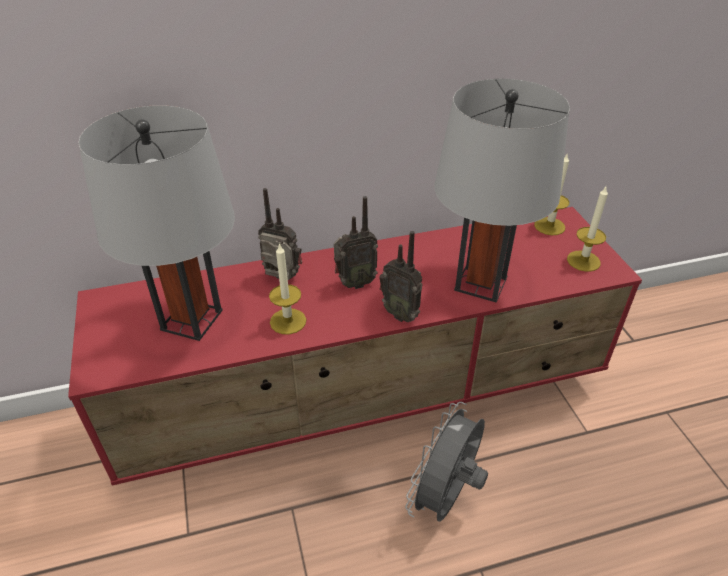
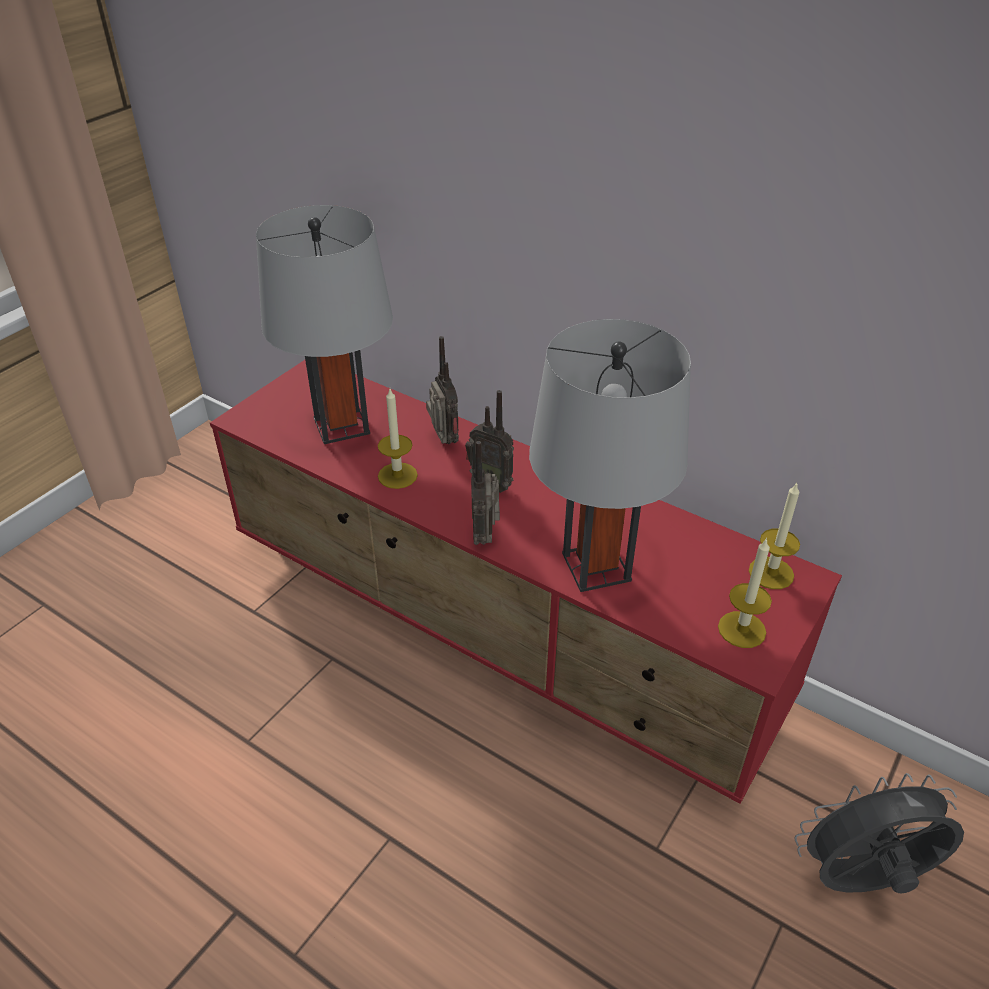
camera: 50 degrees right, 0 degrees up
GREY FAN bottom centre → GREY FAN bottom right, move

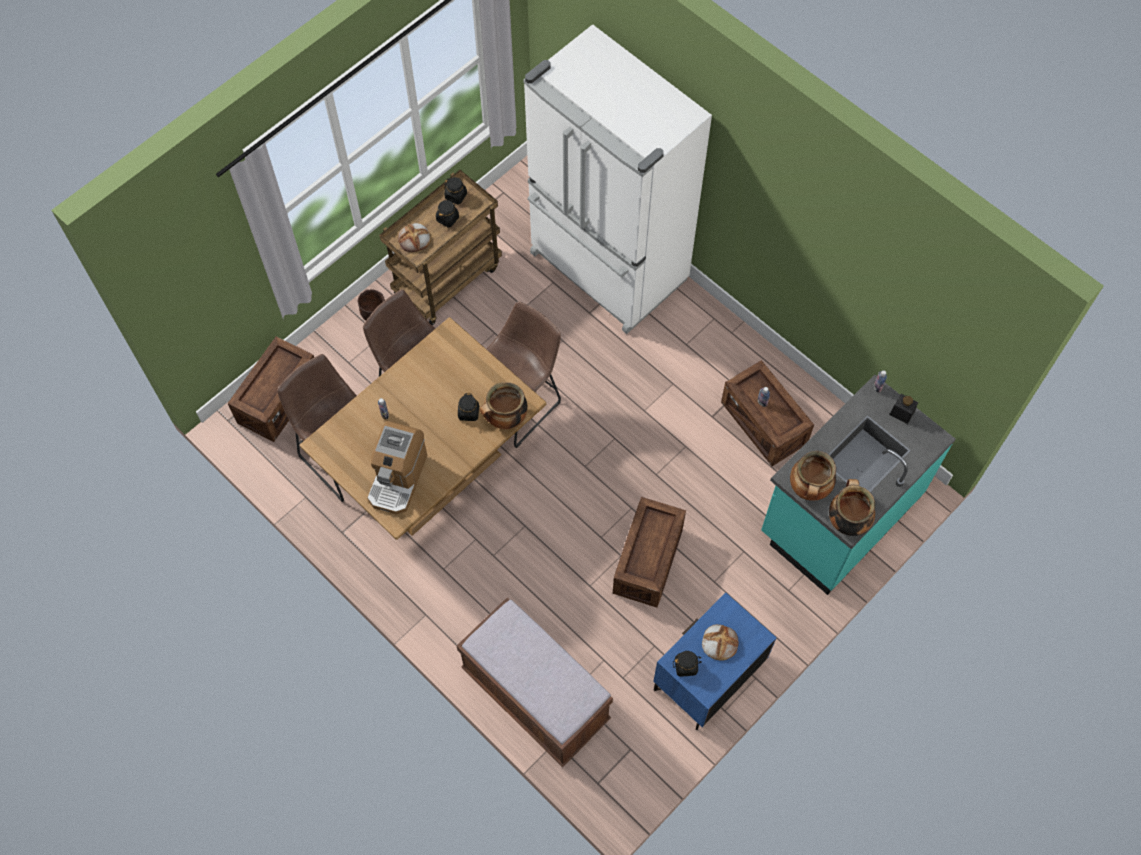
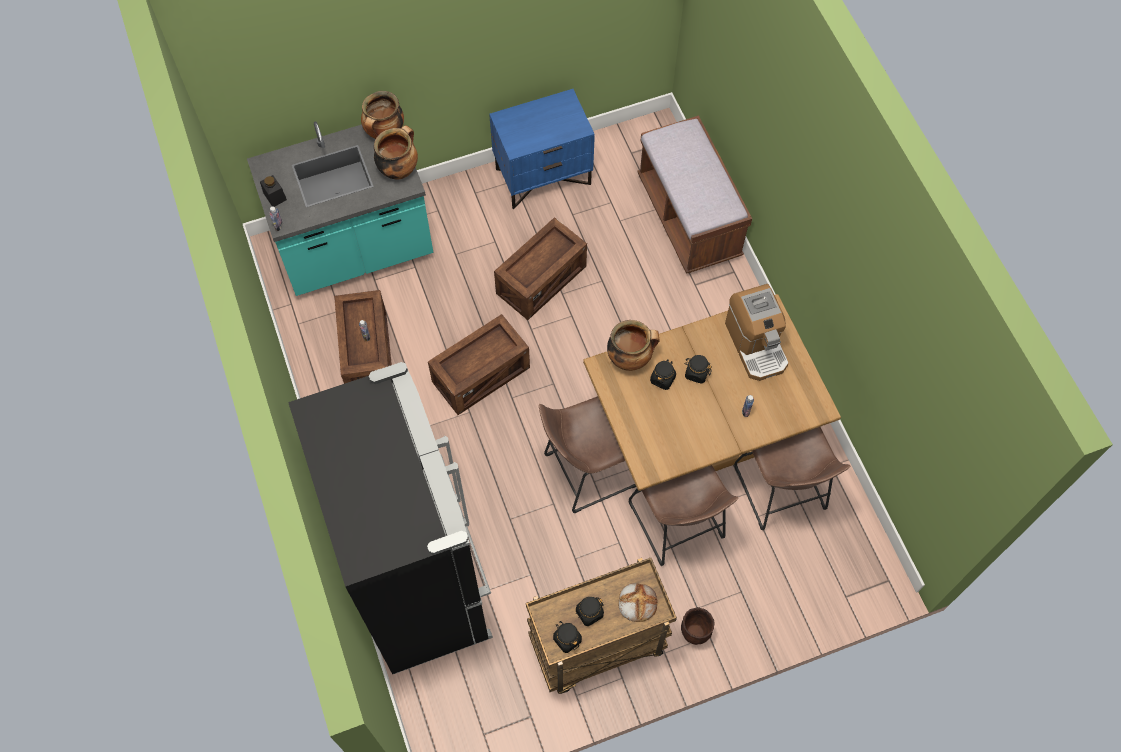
camera: 155 degrees left, 0 degrees up
WHITE FRIDGE top centre → BLACK FRIDGE bottom centre
CRATE (1st from left in the first image) middle left → CRATE (2nd from left) centre, move
COFFEE MACHINE centre → COFFEE MACHINE middle right, 120 degrees clockwise
BREAD (2nd from left) bottom centre → -
BLACK JAR (4th from left in the first image) bottom centre → BLACK JAR (5th from left) centre, move

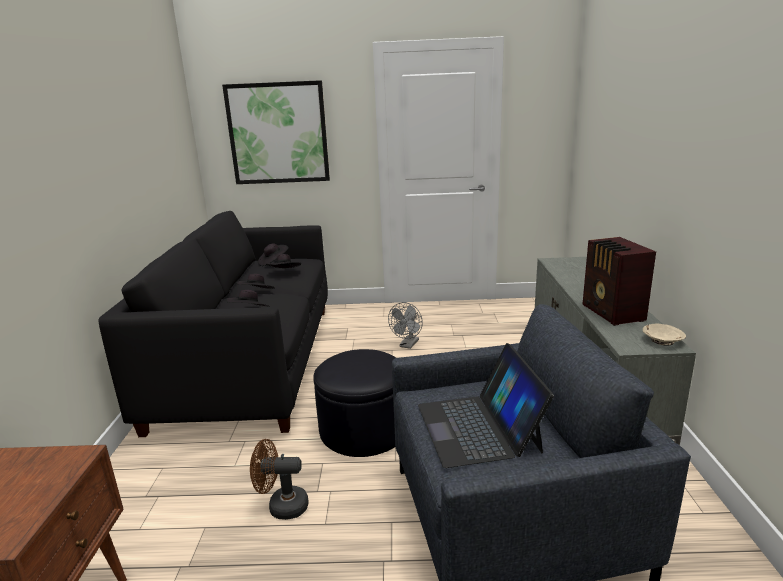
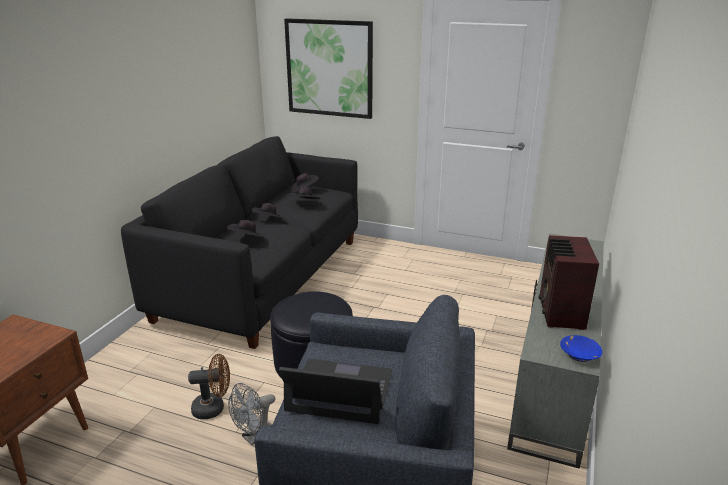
camera: 20 degrees right, 5 degrees up
GREY FAN centre → GREY FAN bottom centre, move
BEIGE BOWL middle right → BLUE BOWL bottom right
LAPTOP bottom centre, 90 degrees clockwise
BROWN FAN bottom centre → BROWN FAN bottom left, 150 degrees clockwise

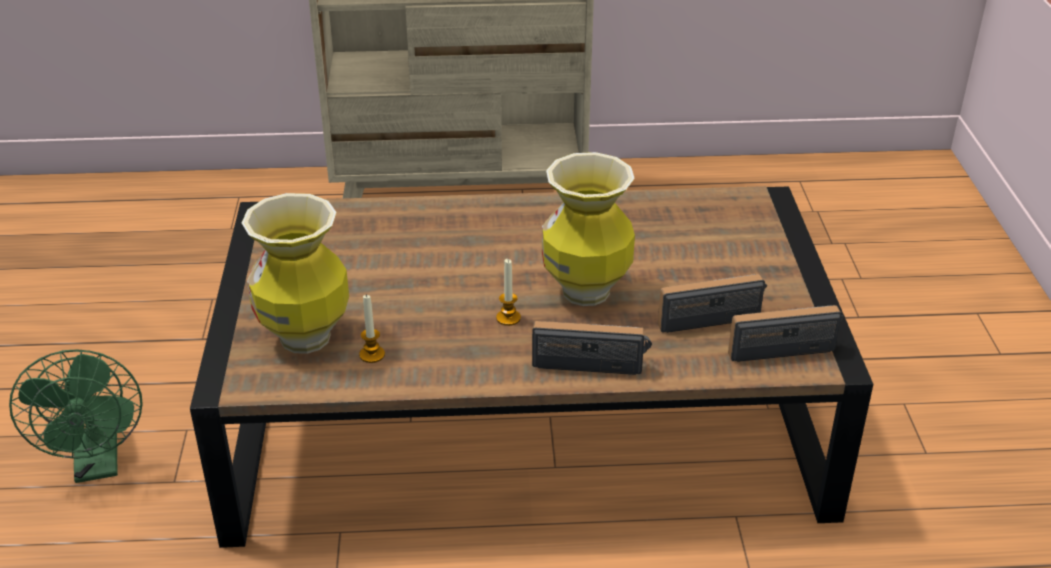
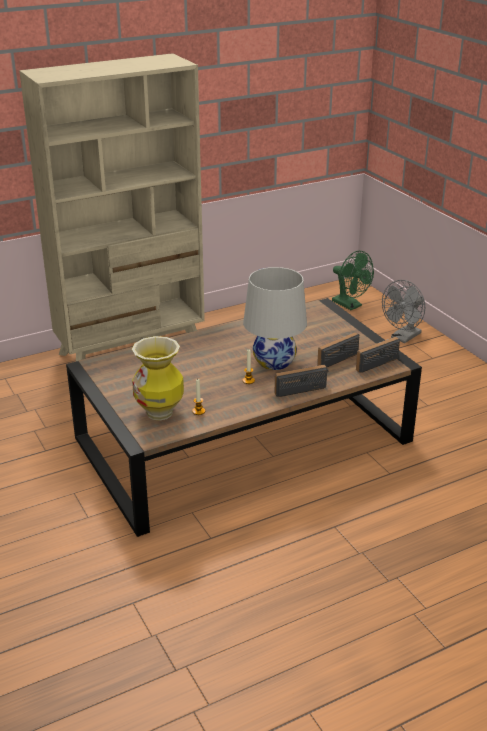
camera: 25 degrees left, 5 degrees down
VASE (2nd from left) centre → WHITE TABLE LAMP centre
GREEN FAN bottom left → GREEN FAN middle right, move
- → GREY FAN middle right

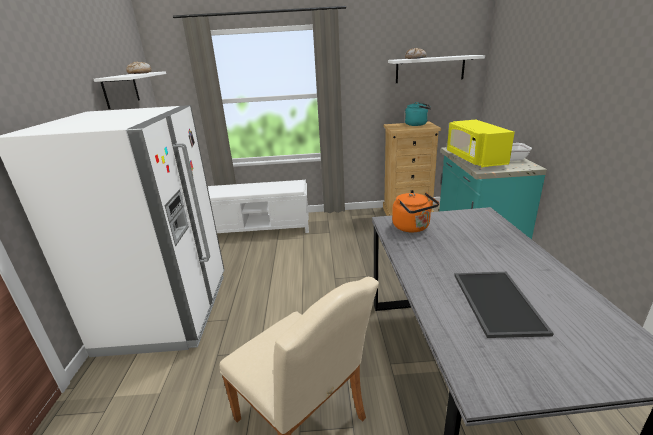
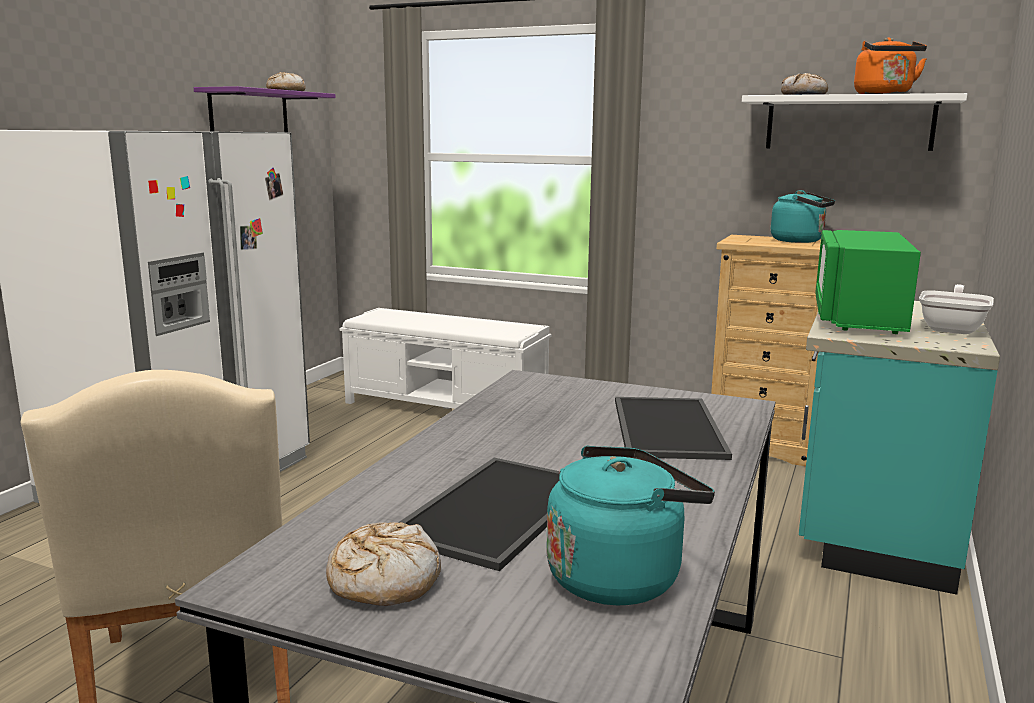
camera: 25 degrees right, 10 degrees down
WHITE SHELF (1st from left) top left → PURPLE SHELF top left
YELLOW MICROWAVE top right → GREEN MICROWAVE middle right
ORANGE KETTLE centre → ORANGE KETTLE top right, move
- → TRAY (2nd from left) centre
- → TURQUOISE KETTLE (1st from left) bottom centre
- → BREAD (2nd from left) bottom centre

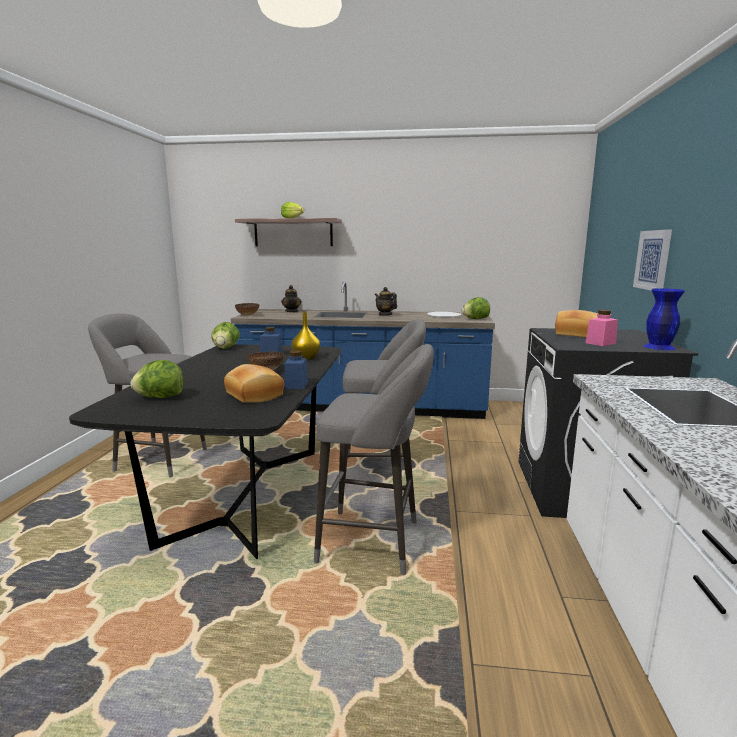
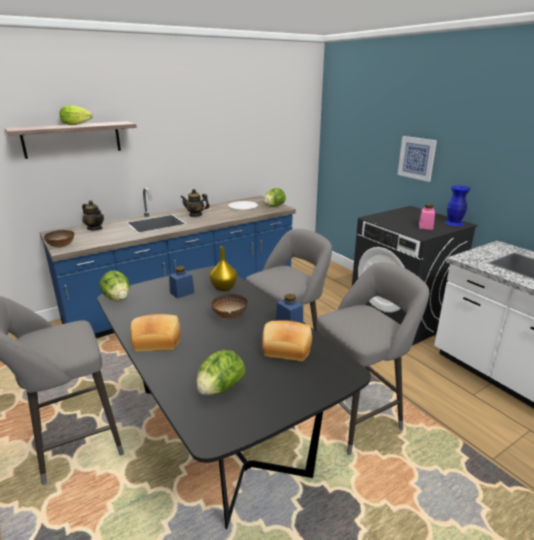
camera: 40 degrees left, 10 degrees up
BREAD (2nd from left in the first image) middle right → BREAD (1st from left) middle left, move

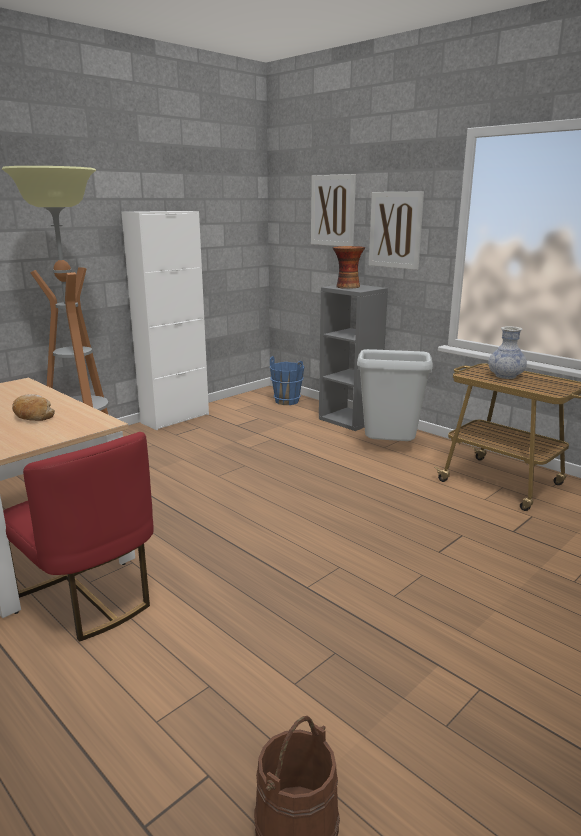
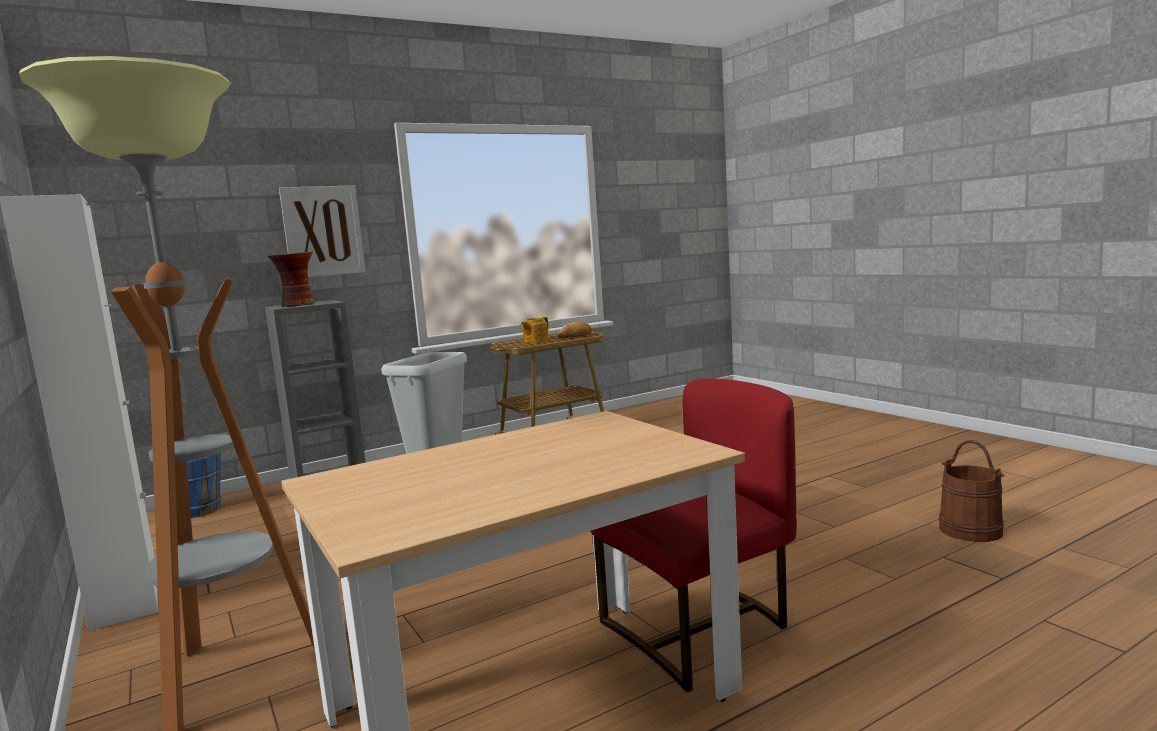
camera: 75 degrees left, 10 degrees down
PICTURE (1st from left) top centre → -
VASE (2nd from left) middle right → TEAPOT centre
BREAD middle left → BREAD centre, move

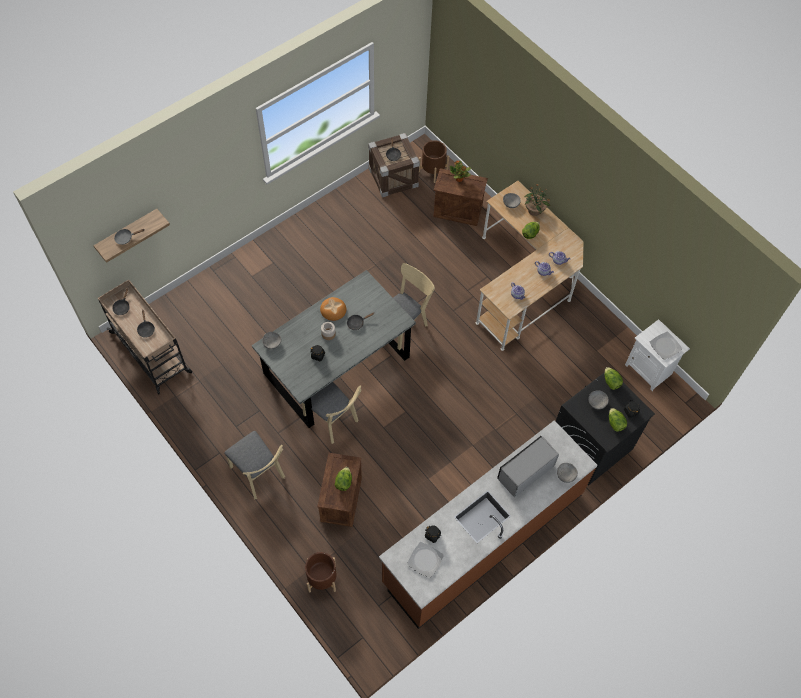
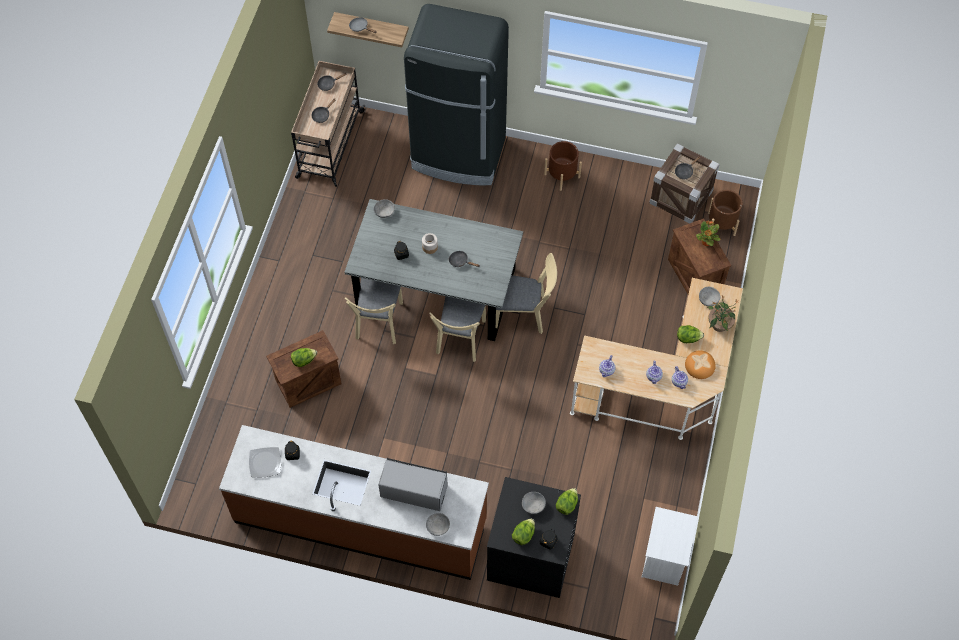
camera: 55 degrees right, 0 degrees up
BREAD centre → BREAD middle right, move
PLATE (2nd from left) middle right → -
BEIGE CHAIR (1st from left in the first image) middle left → BEIGE CHAIR (2nd from left) centre, move
BROWN PLANTER (1st from left) bottom centre → BROWN PLANTER (1st from left) top centre, move
- → BLACK FRIDGE top centre

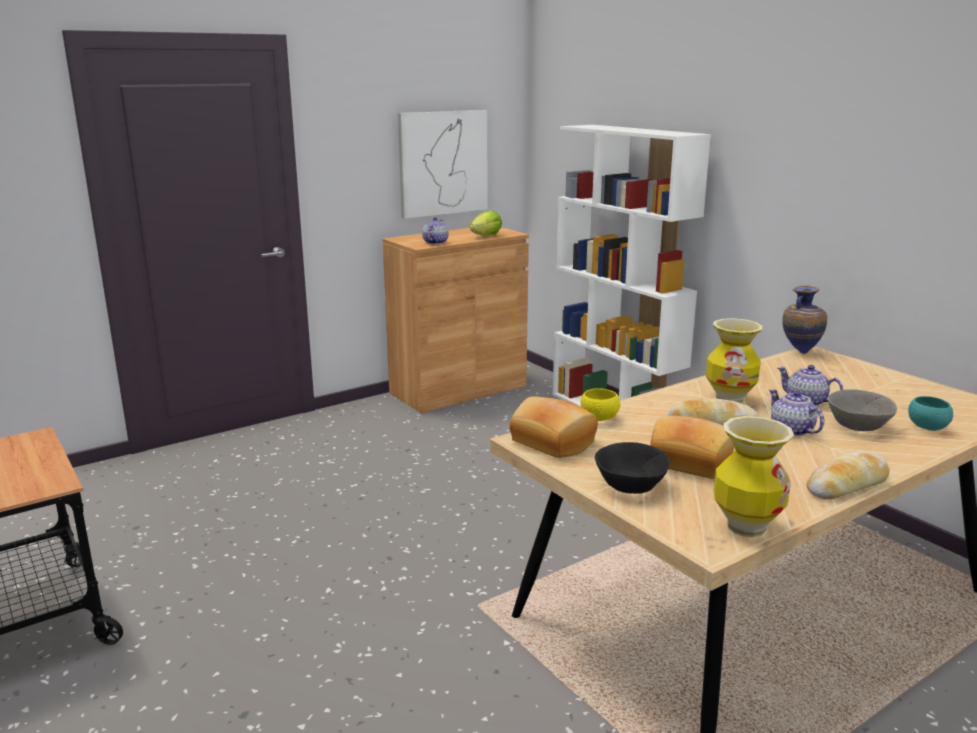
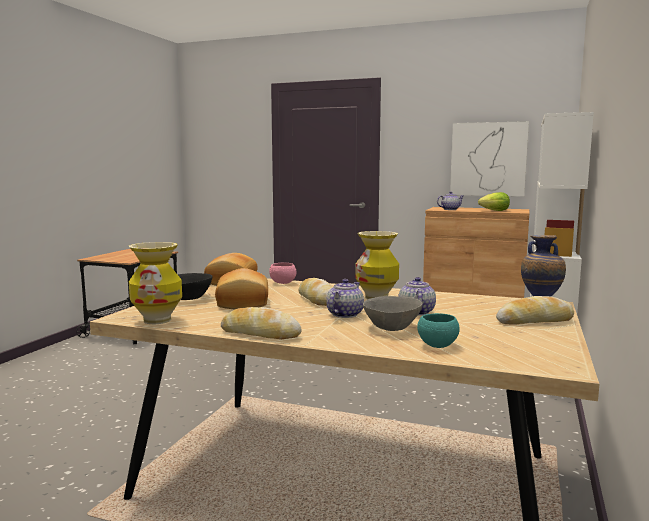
camera: 55 degrees right, 10 degrees down
YELLOW BOWL centre → PINK BOWL centre
- → BREAD (5th from left) middle right

